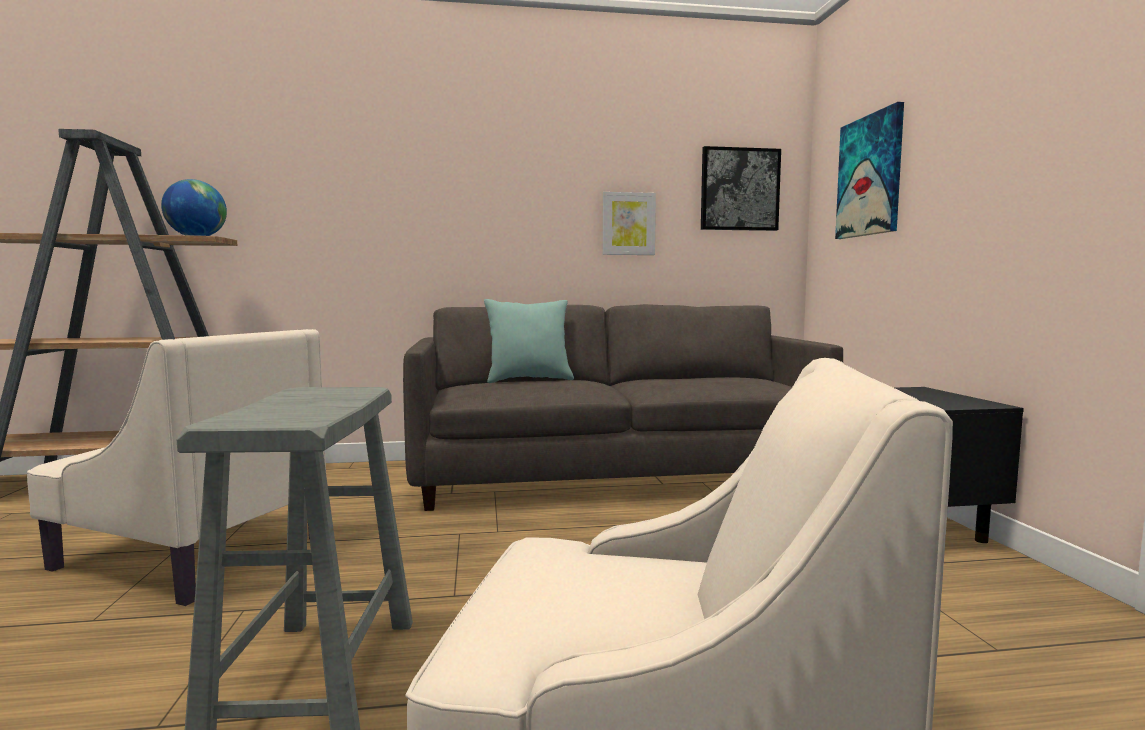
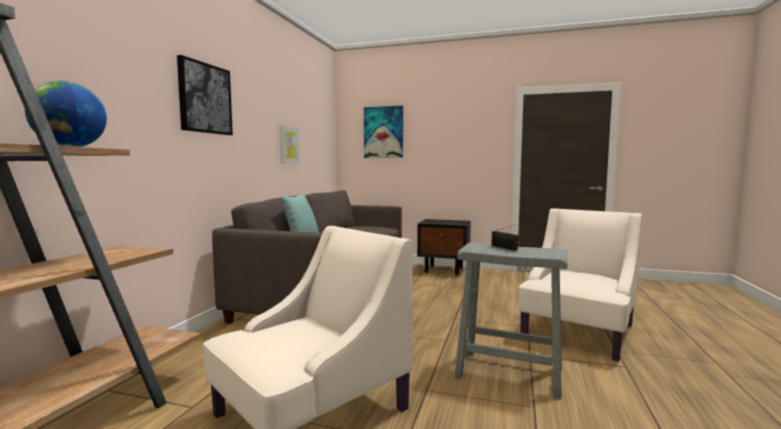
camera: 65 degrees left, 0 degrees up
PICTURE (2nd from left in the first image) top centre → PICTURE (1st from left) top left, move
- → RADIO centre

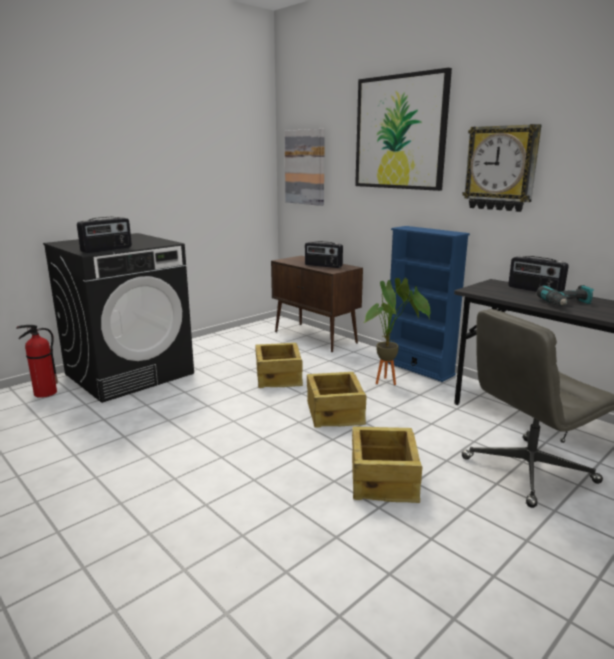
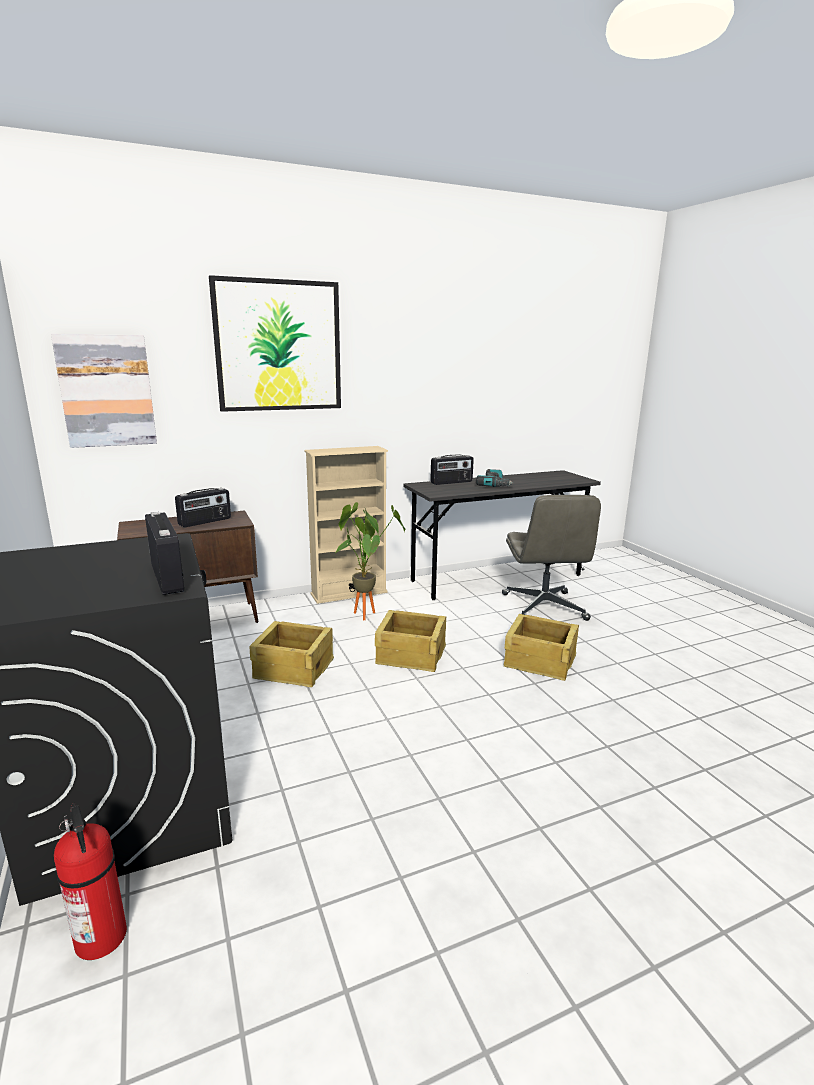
camera: 70 degrees left, 0 degrees up
WALL CLOCK top right → -
BLUE BOOKCASE middle right → BEIGE BOOKCASE centre

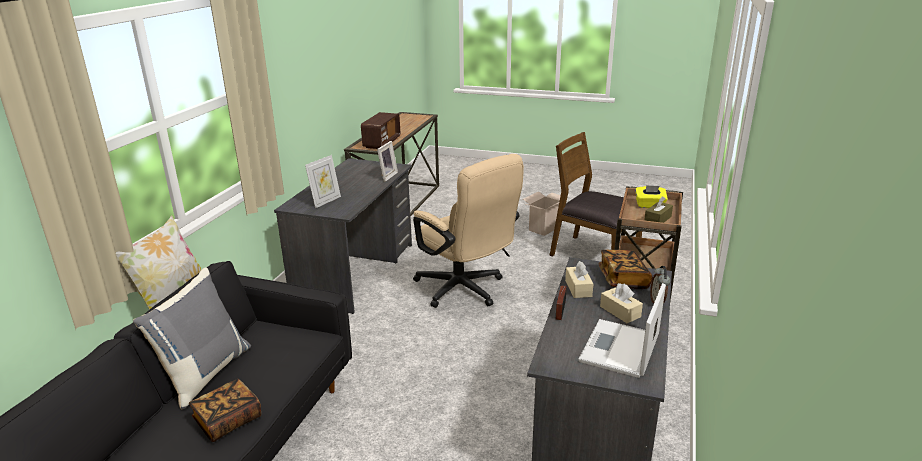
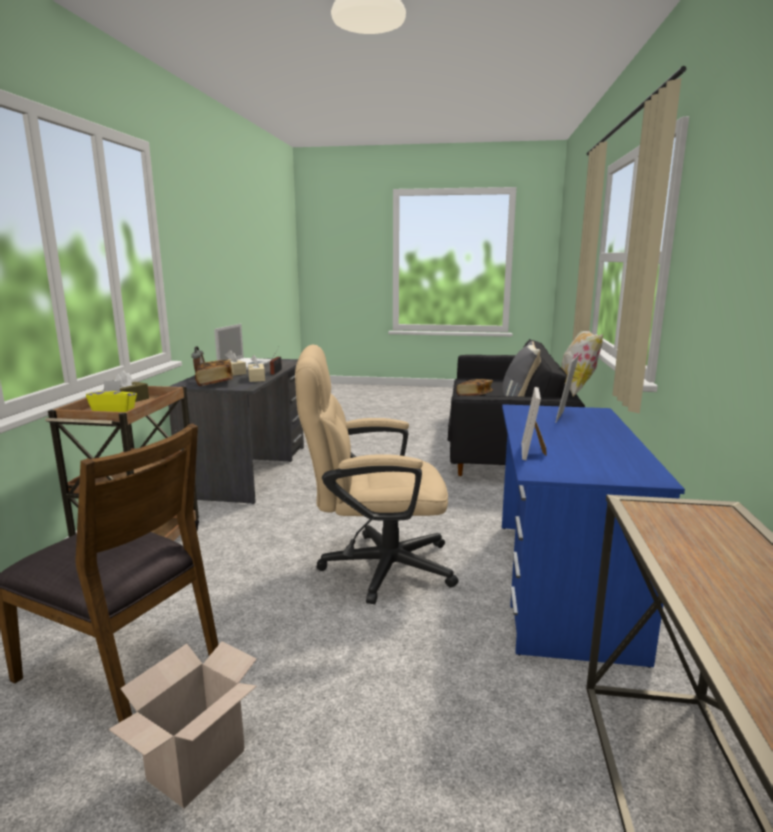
camera: 170 degrees right, 10 degrees down
RADIO (1st from left) top centre → -
BEIGE OFFICE CHAIR centre, 45 degrees counterclockwise
GREY DESK (1st from left) centre → BLUE DESK middle right

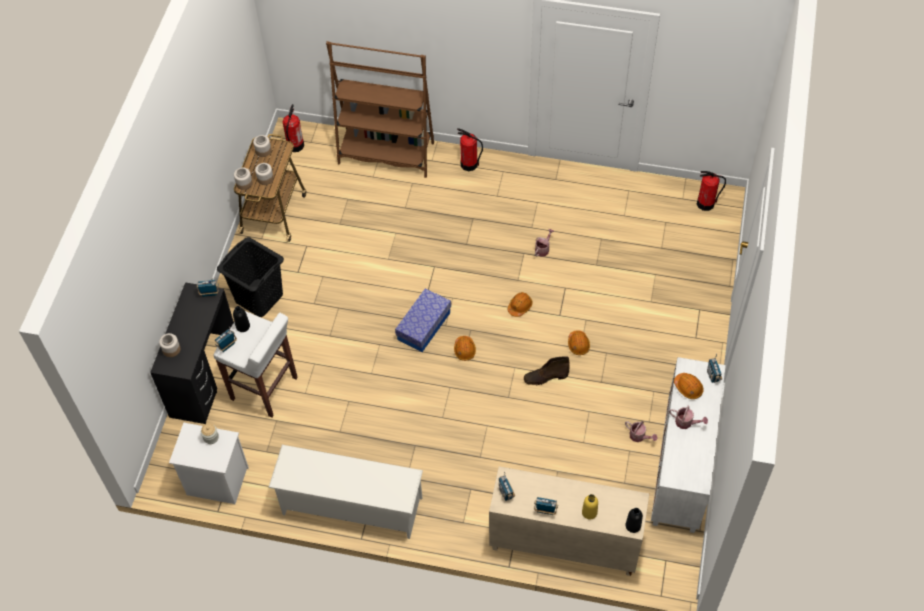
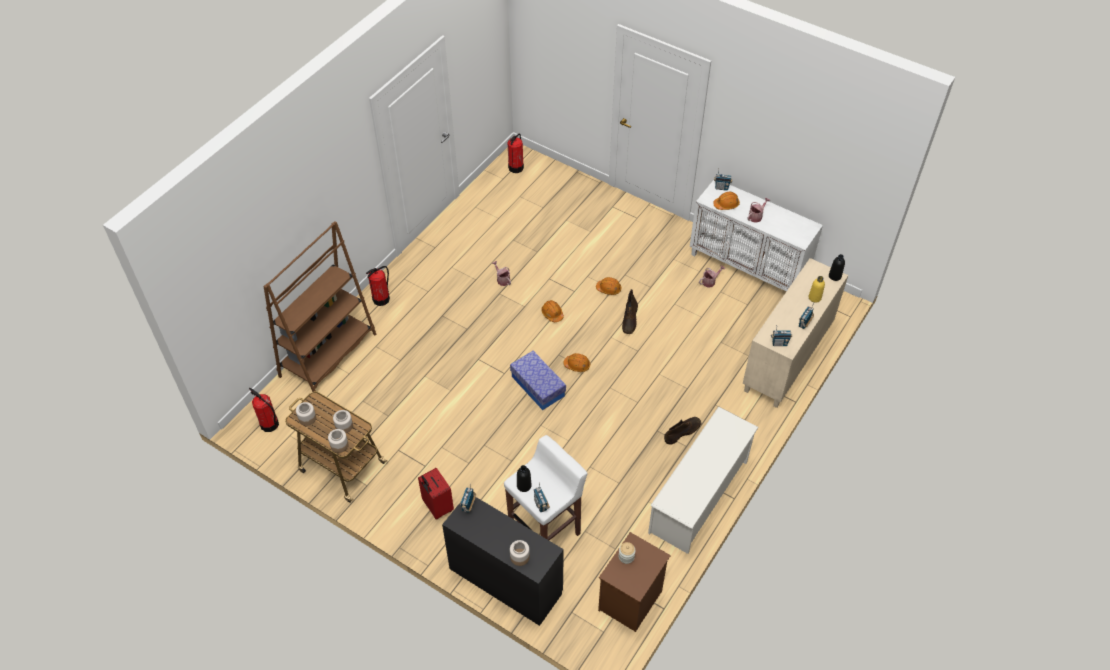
camera: 70 degrees left, 5 degrees down
BLACK LAUNDRY BASKET middle left → RED SUITCASE bottom centre
WHITE NIGHTSTAND bottom left → BROWN NIGHTSTAND bottom centre
- → BROWN BOOT (2nd from left) centre

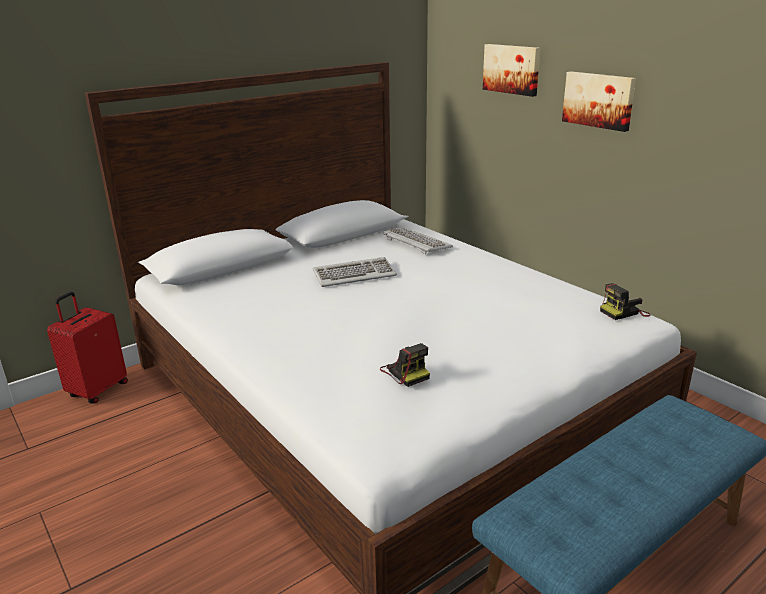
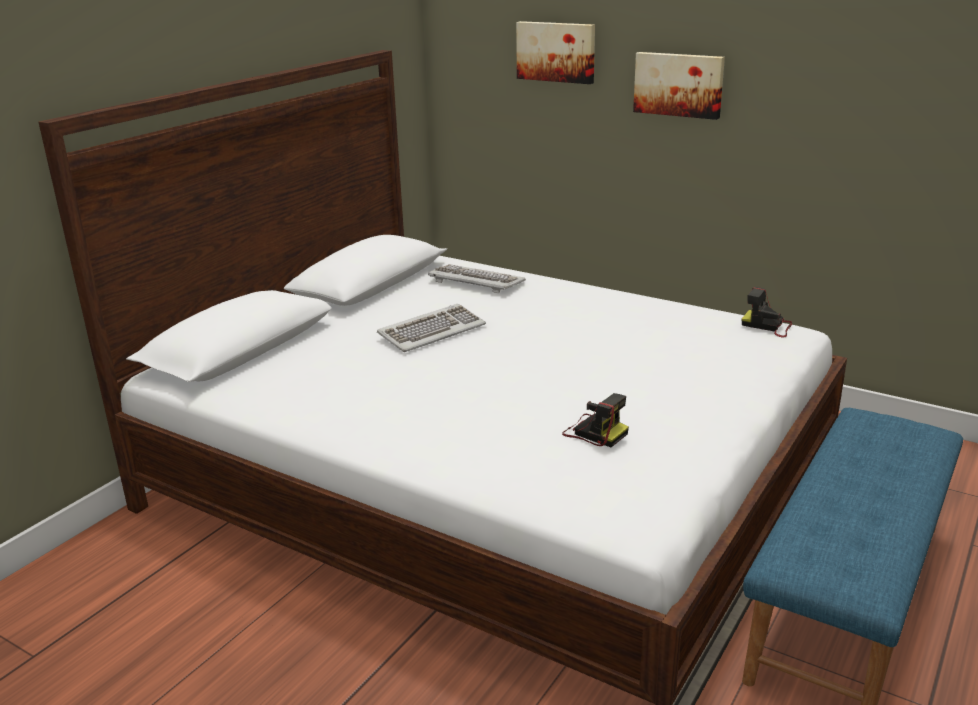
camera: 20 degrees left, 0 degrees up
PHOTO CAMERA (2nd from left) middle right, 75 degrees clockwise
RED SUITCASE middle left → -

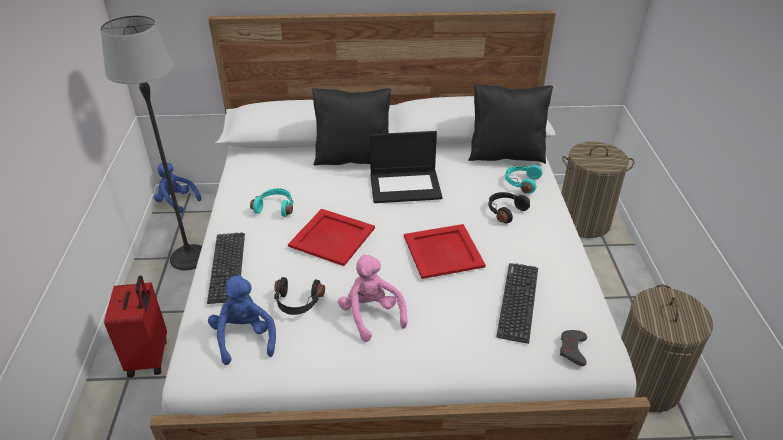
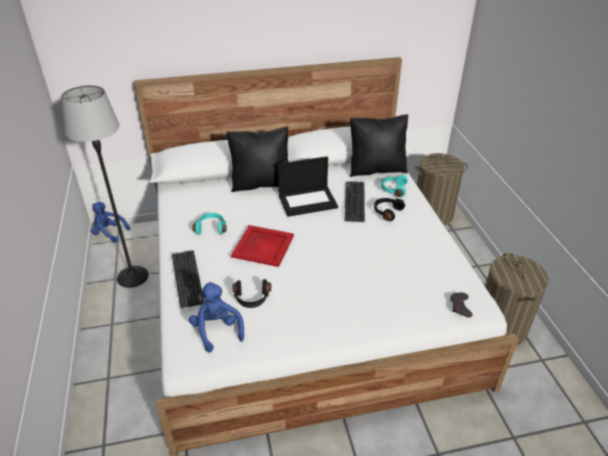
camera: 10 degrees left, 0 degrees up
RED TRAY (2nd from left) centre → -
PINK PLUSH TOY bottom centre → -
KEYBOARD (2nd from left) bottom centre → KEYBOARD (2nd from left) centre, move
RED SUITCASE bottom left → -

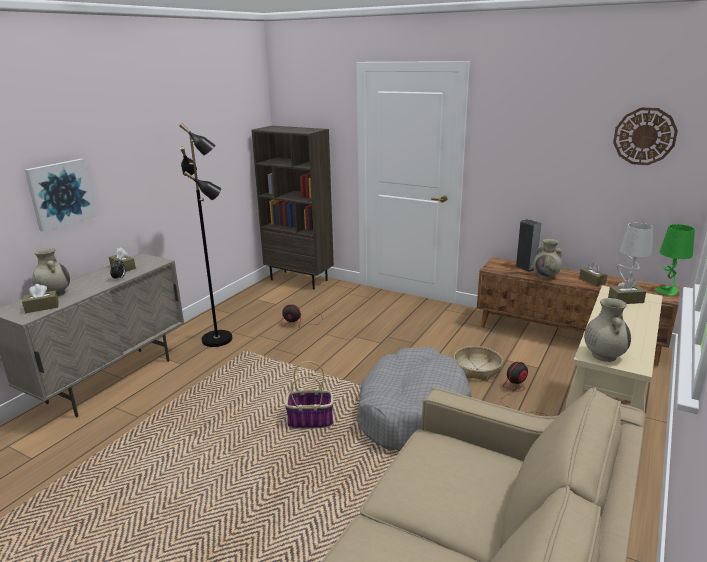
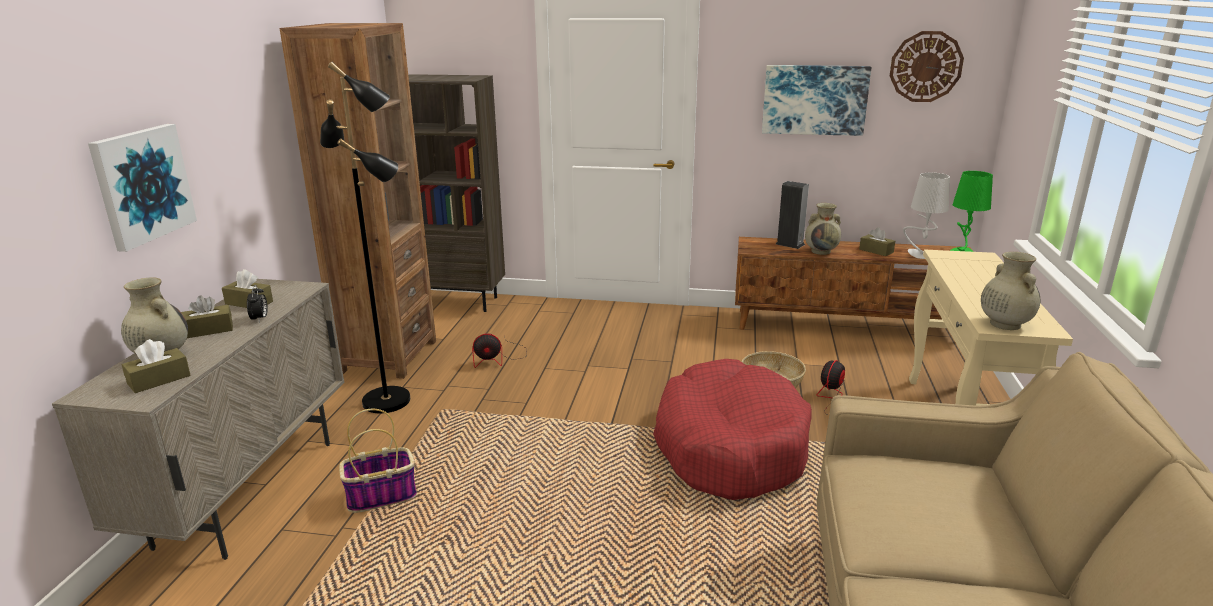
camera: 20 degrees left, 0 degrees up
BROWN TISSUE BOX (4th from left in the first image) middle right → BROWN TISSUE BOX (2nd from left) middle left, move
GREY DOG BED bottom centre → RED DOG BED bottom centre
BASKET (1st from left) bottom centre → BASKET (1st from left) bottom left, move
- → BROWN BOOKCASE (1st from left) top left
- → PICTURE (2nd from left) top right

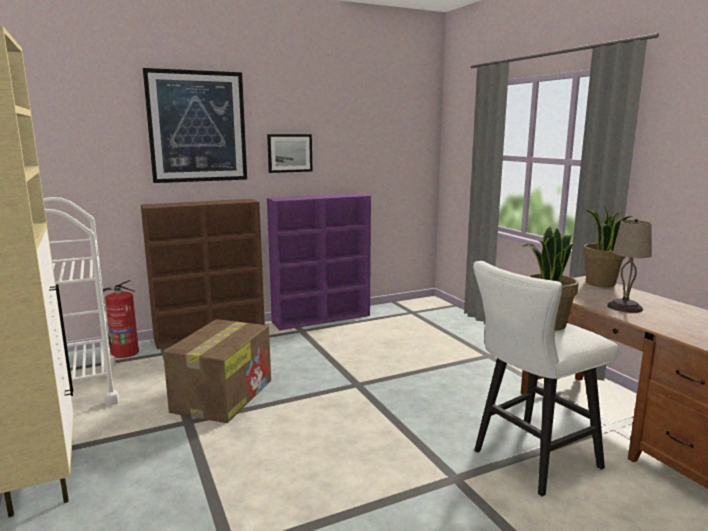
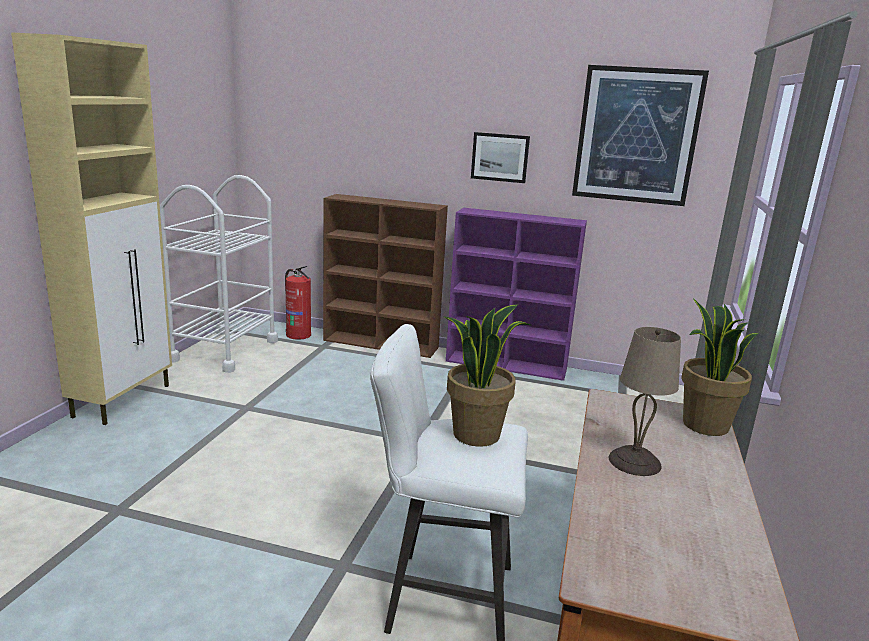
camera: 40 degrees right, 5 degrees up
PICTURE (1st from left in the first image) top left → PICTURE (2nd from left) top right, move
CARDBOARD BOX bottom left → -

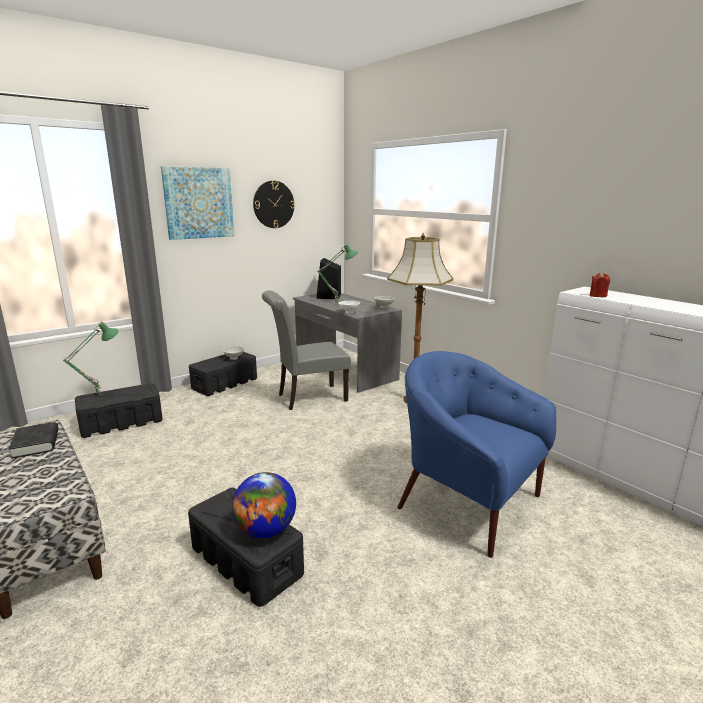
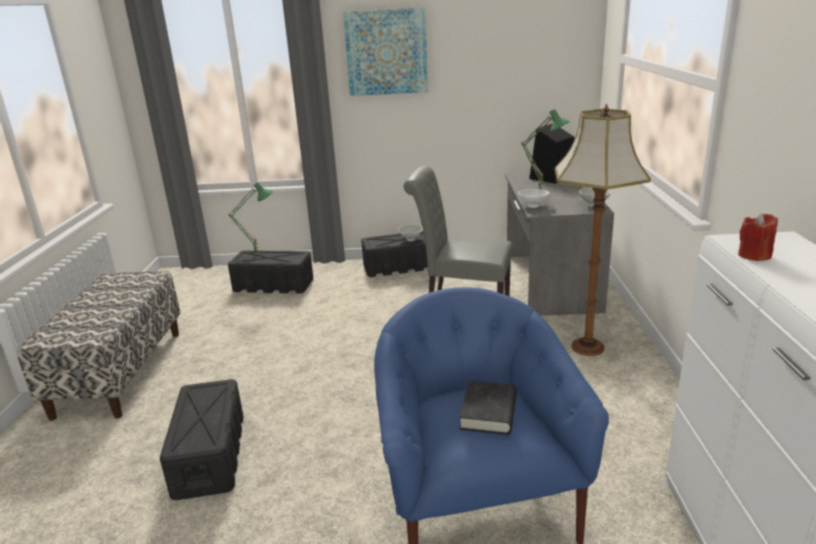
camera: 40 degrees right, 5 degrees up
WALL CLOCK top centre → -
BLACK BOOK middle left → BLACK BOOK bottom centre, move
GLOBE bottom centre → -

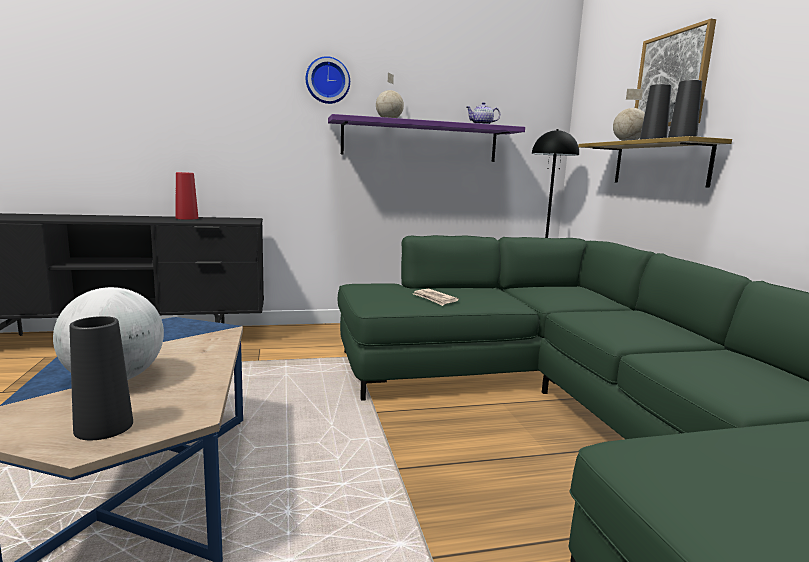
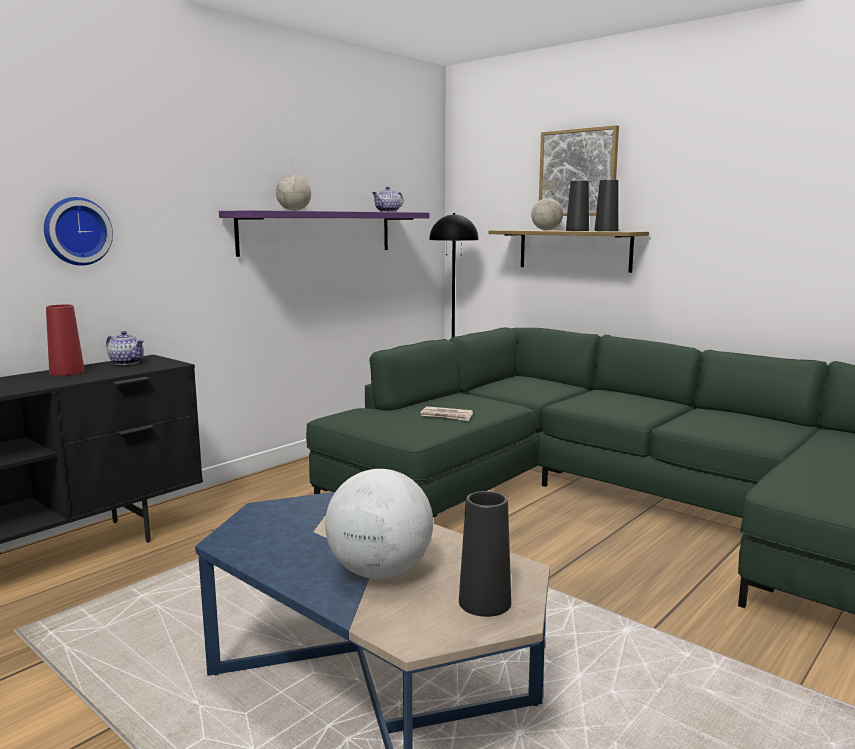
camera: 35 degrees left, 0 degrees up
WALL CLOCK top centre → WALL CLOCK top left, move
- → TEAPOT (1st from left) middle left

